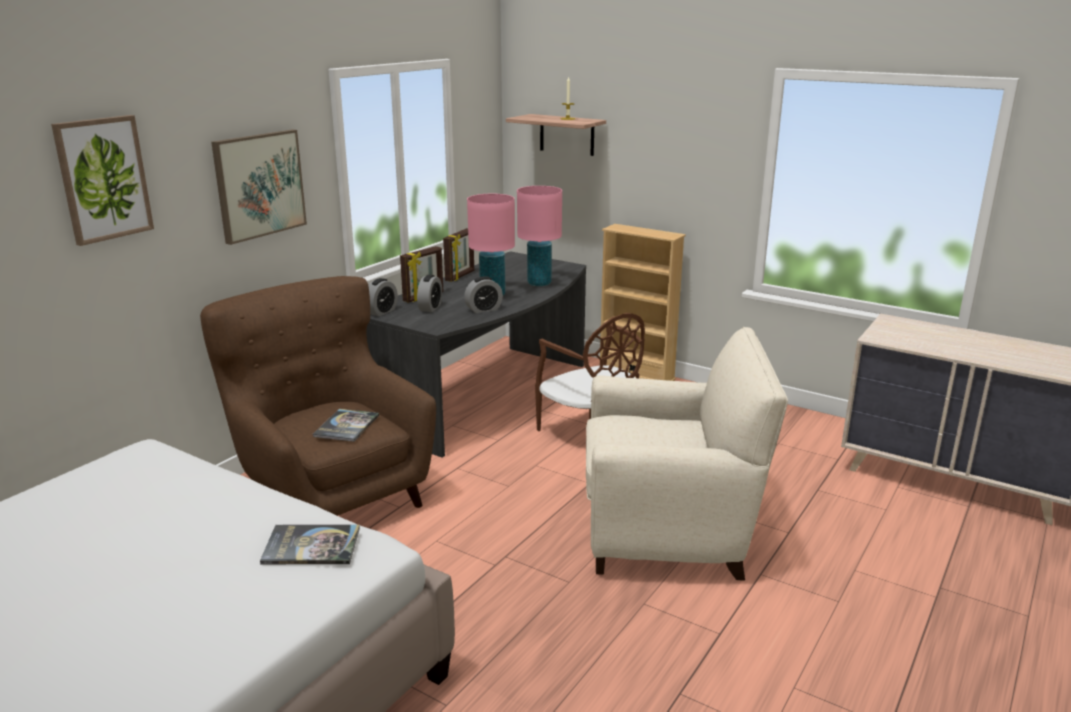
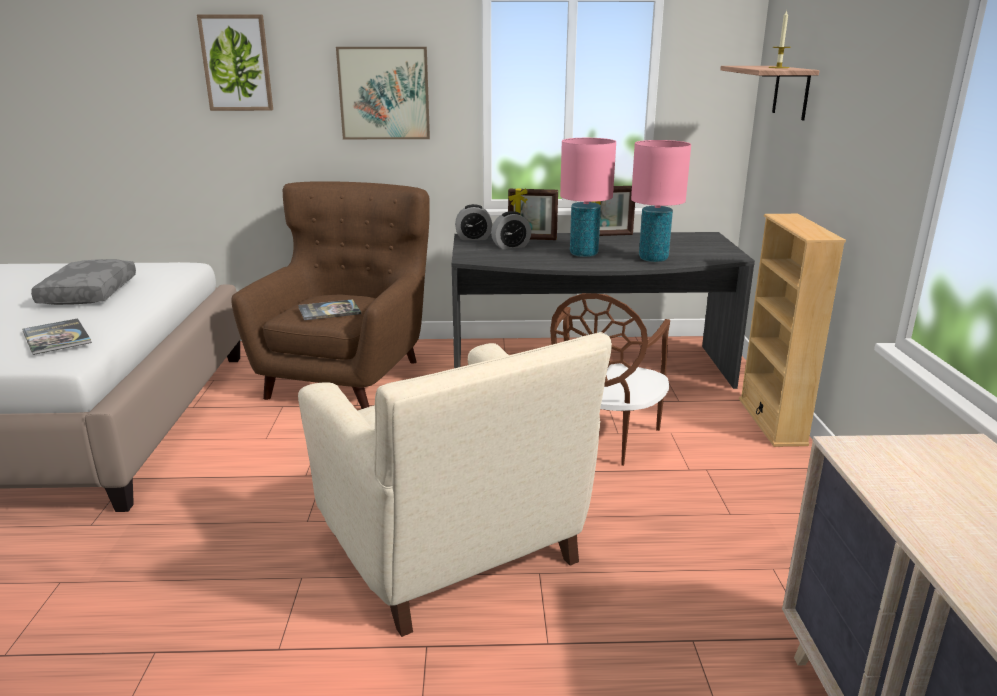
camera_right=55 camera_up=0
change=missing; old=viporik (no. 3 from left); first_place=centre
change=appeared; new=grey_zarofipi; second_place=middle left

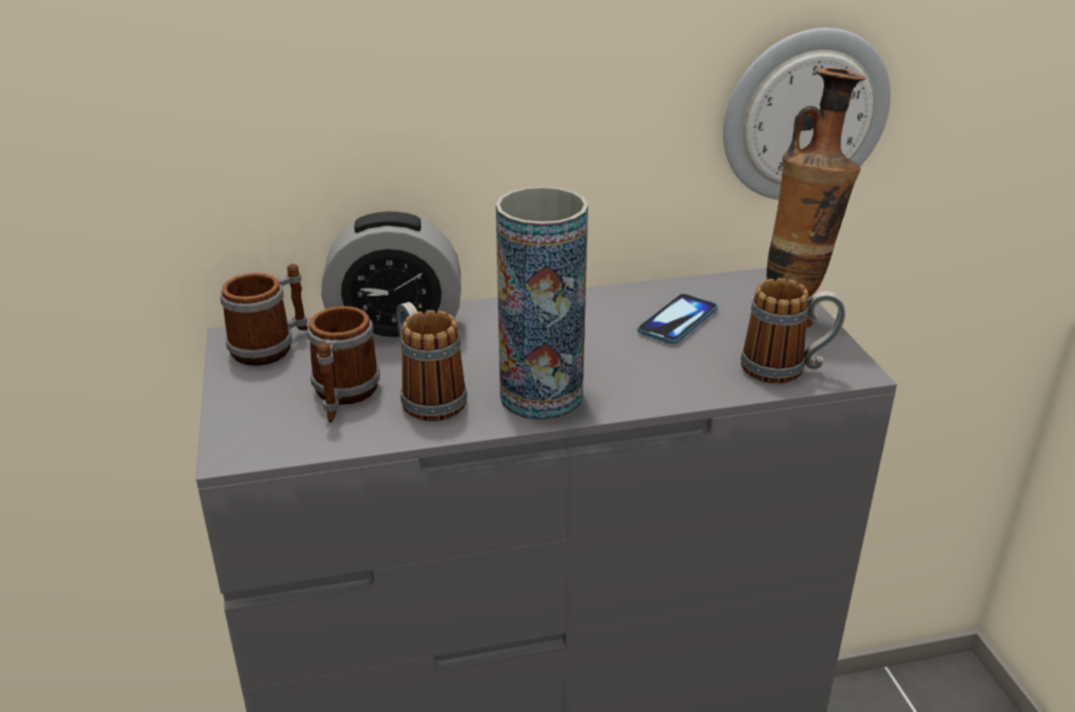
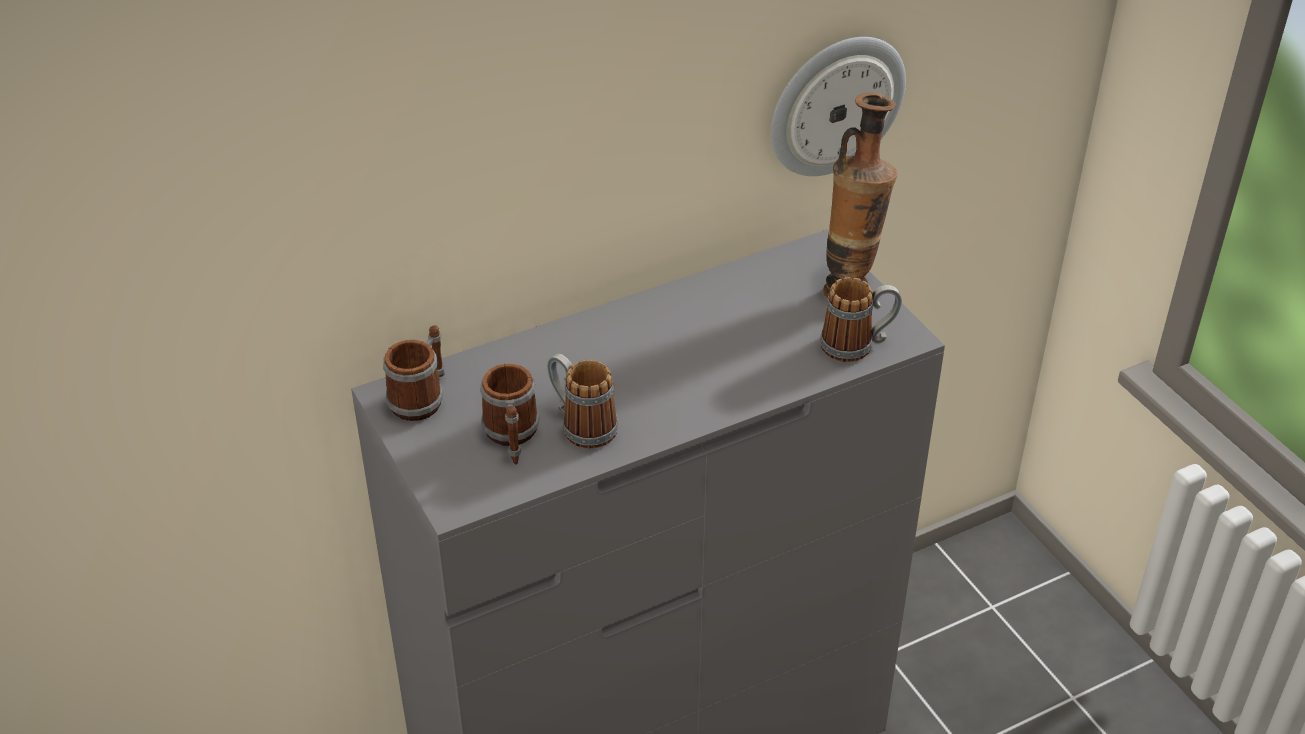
camera_right=-15 camera_up=10
change=missing; old=viporik; first_place=centre
change=missing; old=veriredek (no. 1 from left); first_place=centre
change=missing; old=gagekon; first_place=centre

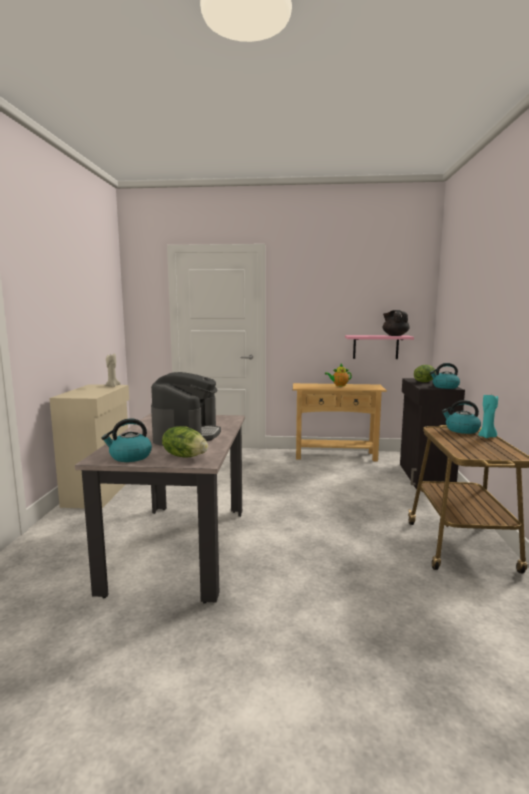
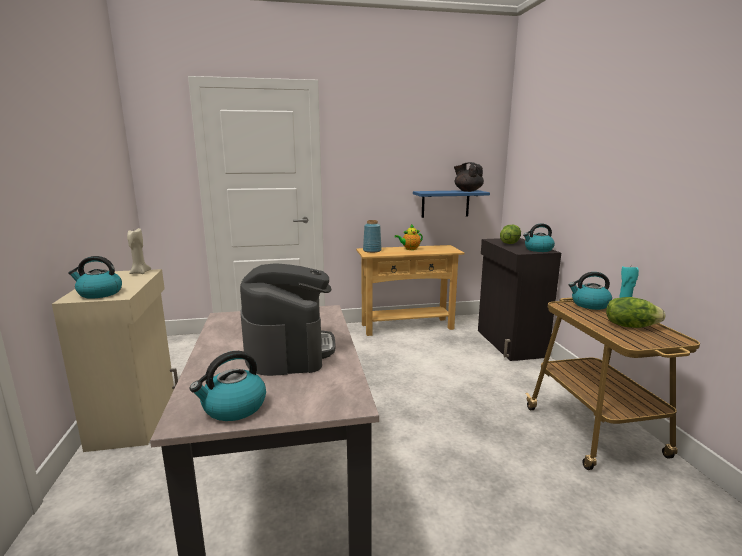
camera_right=-15 camera_up=5
change=relocated; old=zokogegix (no. 1 from left in the first image); new=zokogegix (no. 2 from left); first_place=centre; second_place=middle right
change=colour; old=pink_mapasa; new=blue_mapasa; first_place=middle right; second_place=centre
change=appeared; new=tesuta (no. 1 from left); second_place=middle left
change=appeared; new=blue_veriredek; second_place=centre

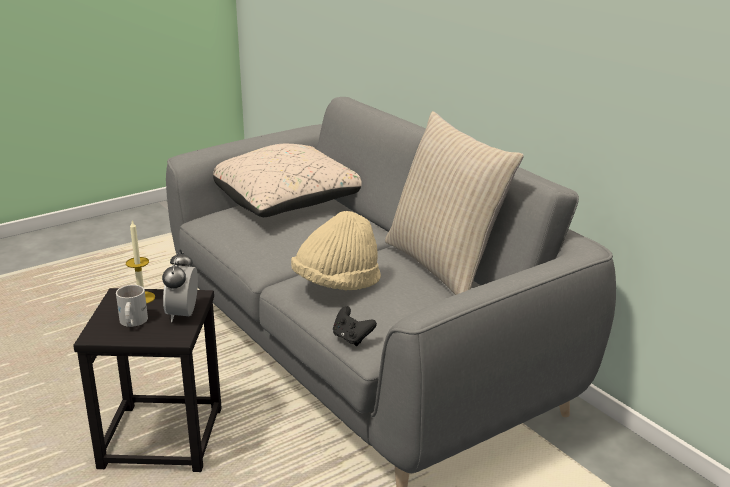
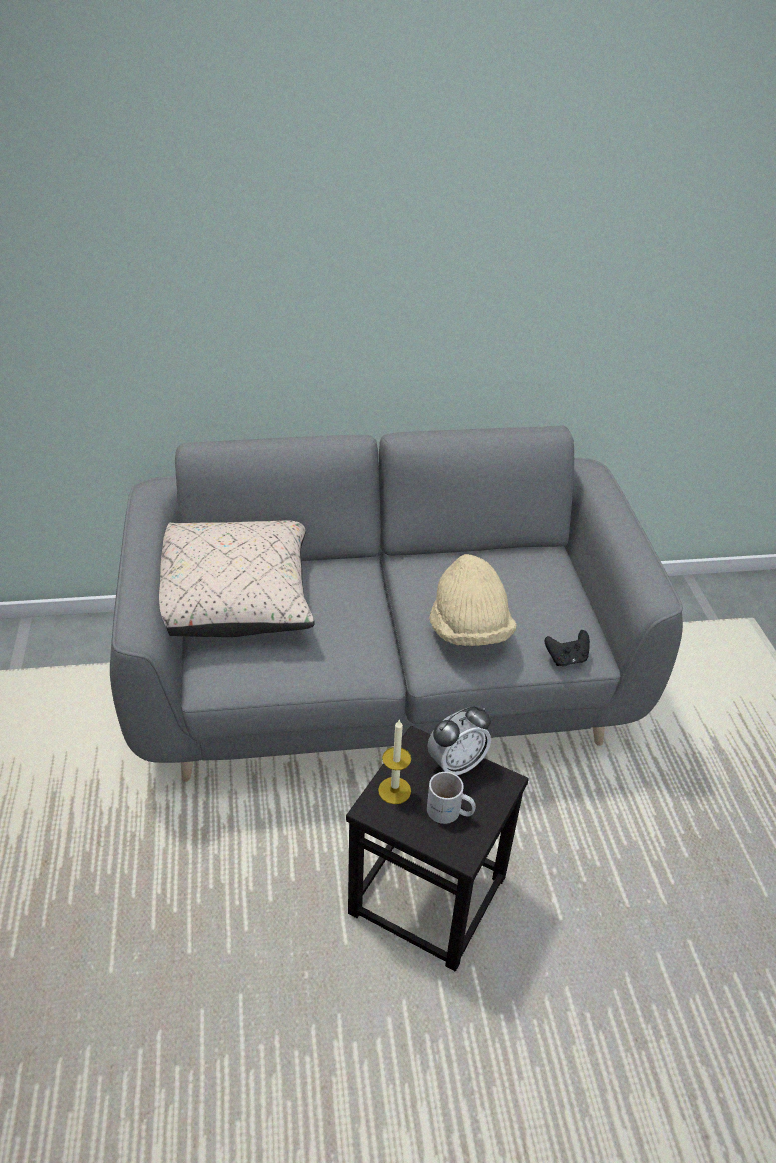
camera_right=-65 camera_up=15
change=spun; old=viporik; first_place=middle left; second_place=centre; degrees=-60
change=missing; old=beige_zarofipi (no. 2 from left); first_place=centre

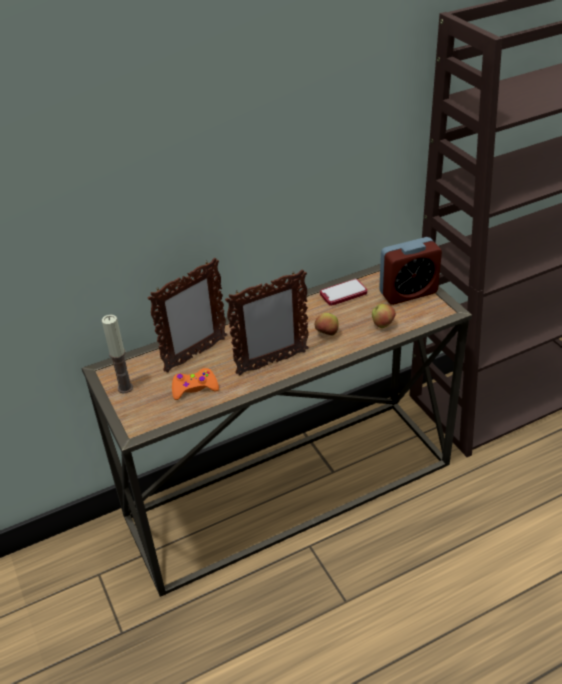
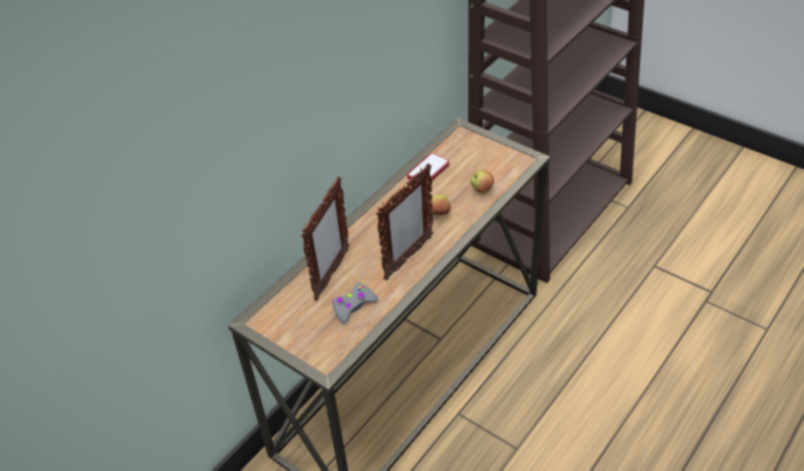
camera_right=-25 camera_up=5
change=missing; old=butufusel; first_place=middle left
change=colour; old=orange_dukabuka; new=grey_dukabuka; first_place=centre; second_place=centre
change=missing; old=viporik; first_place=middle right

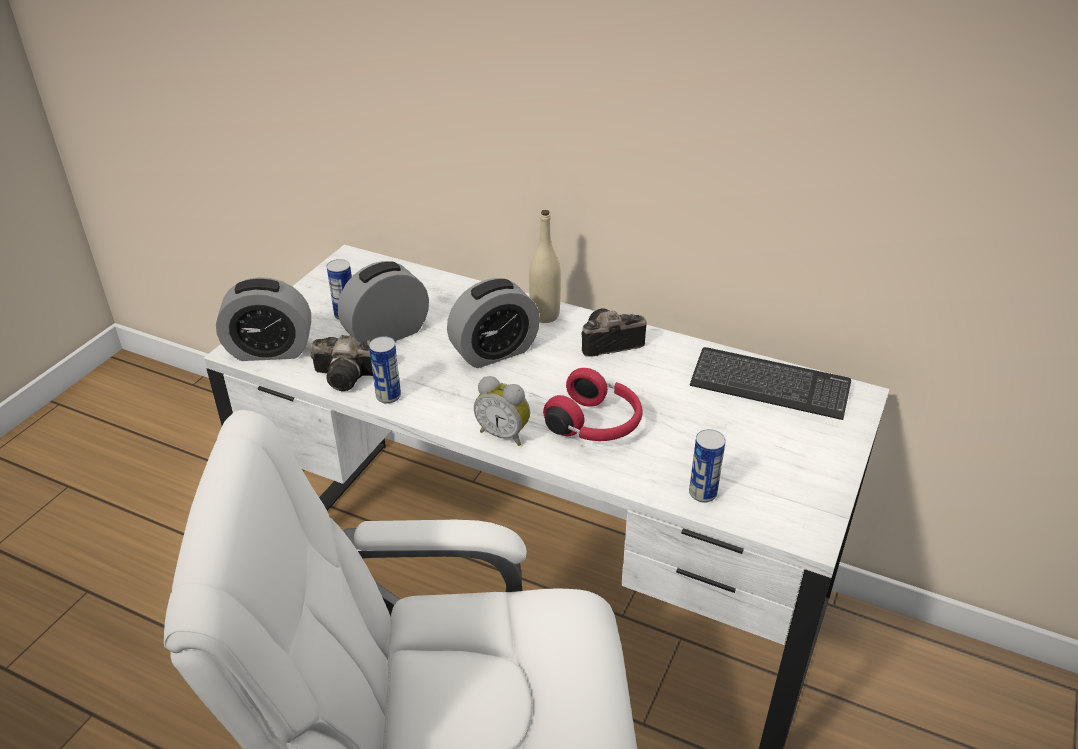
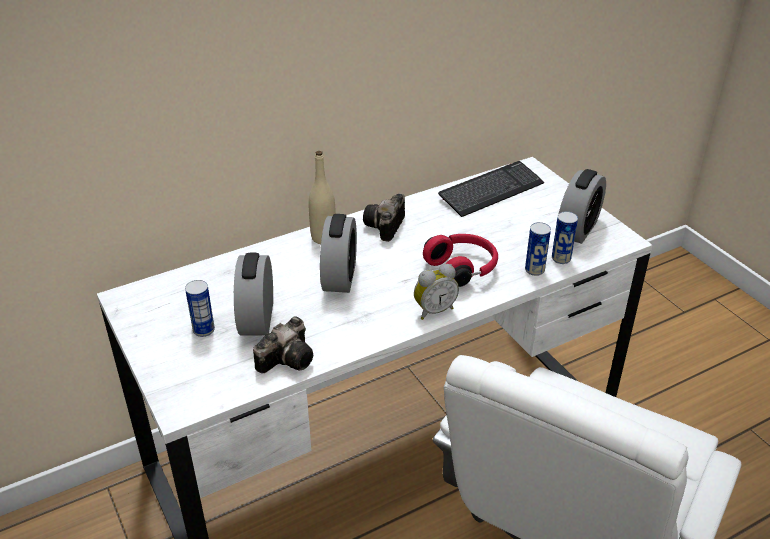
camera_right=-55 camera_up=0
change=relocated; old=viporik (no. 1 from left in the first image); new=viporik (no. 4 from left); first_place=middle left; second_place=middle right
change=relocated; old=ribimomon (no. 2 from left); first_place=centre; second_place=middle right

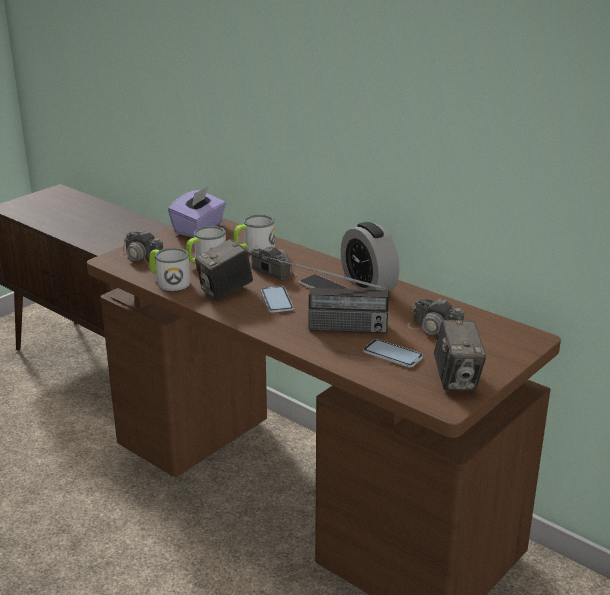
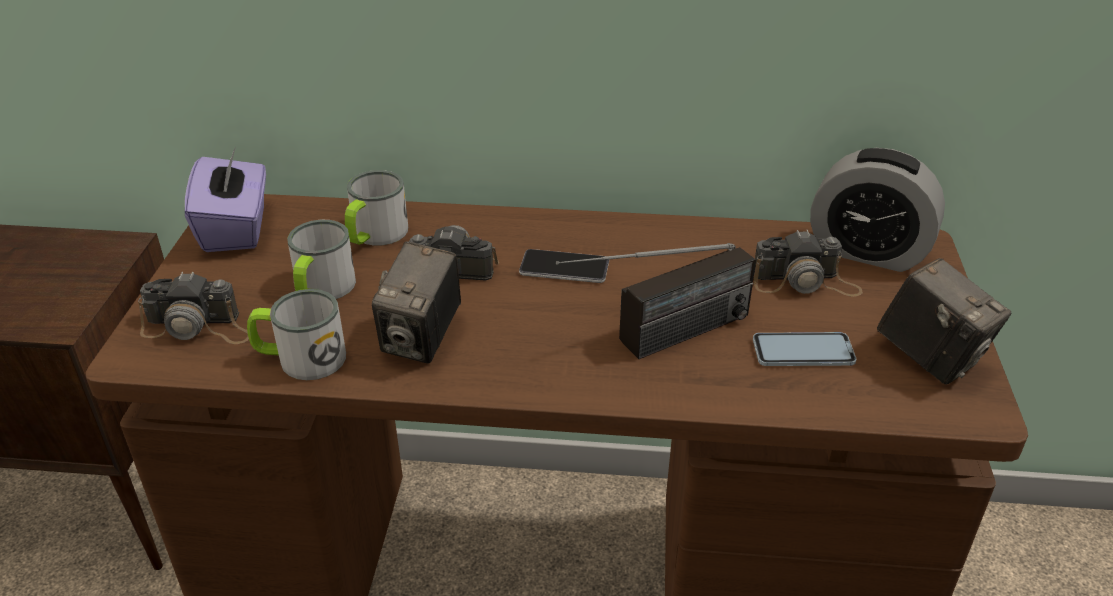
camera_right=-35 camera_up=10
change=missing; old=gagekon (no. 1 from left); first_place=centre
change=relocated; old=viporik; first_place=centre; second_place=middle right

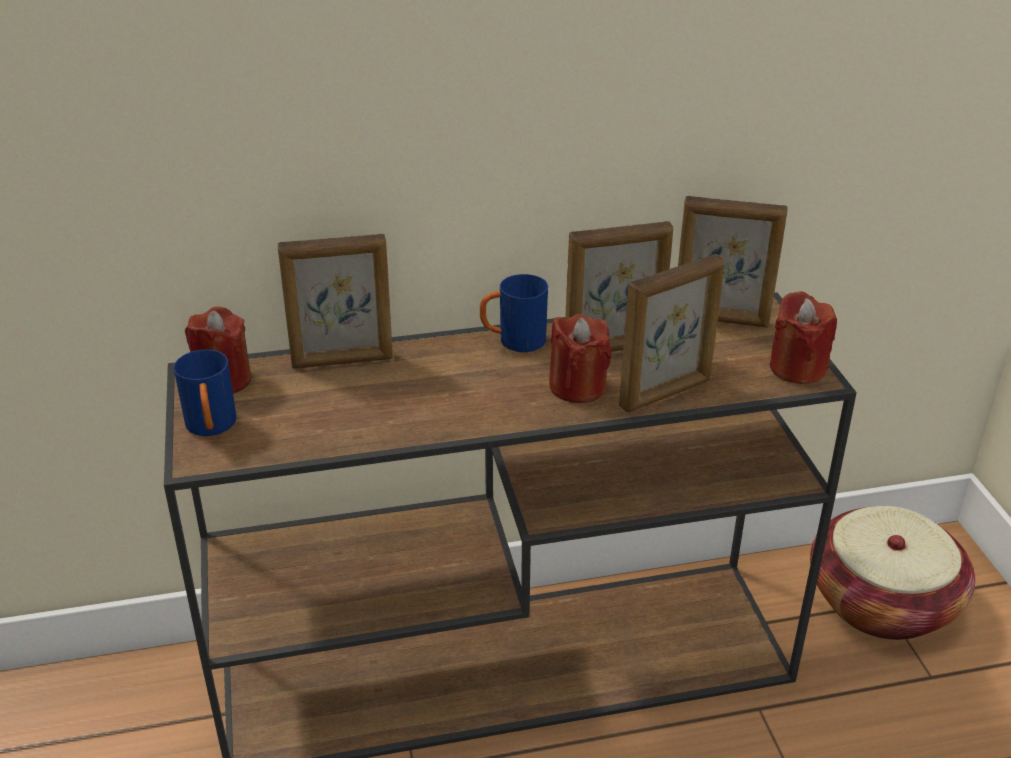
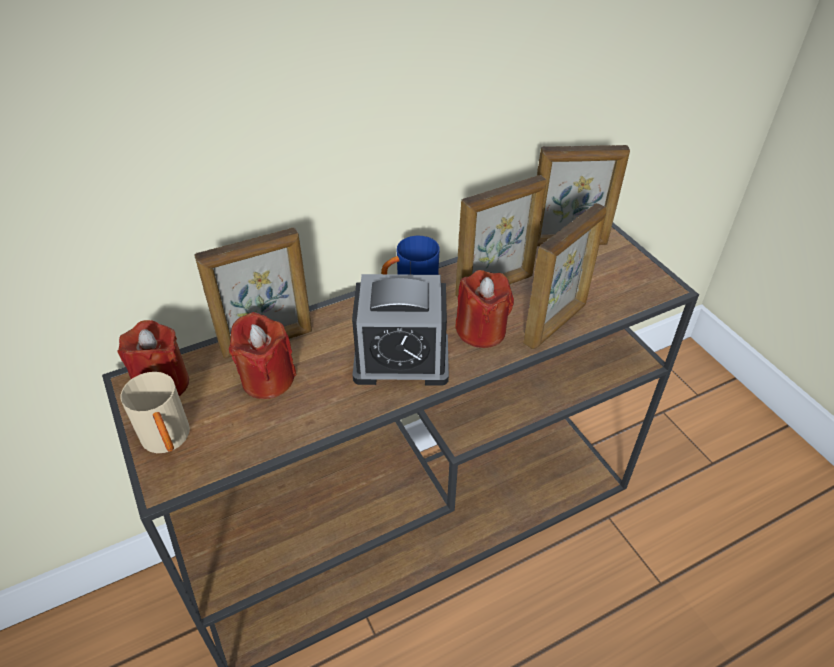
camera_right=-15 camera_up=10
change=colour; old=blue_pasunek (no. 1 from left); new=beige_pasunek; first_place=middle left; second_place=middle left
change=relocated; old=red_butufusel (no. 3 from left in the first image); new=red_butufusel (no. 2 from left); first_place=middle right; second_place=middle left
change=missing; old=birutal; first_place=bottom right
change=appeared; new=viporik; second_place=centre

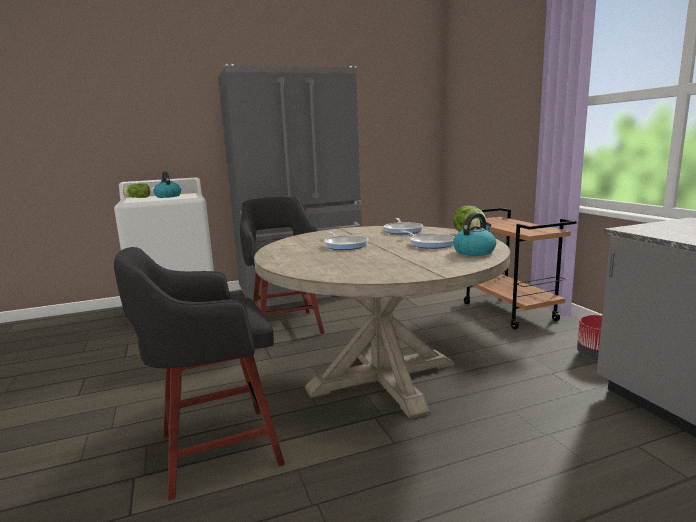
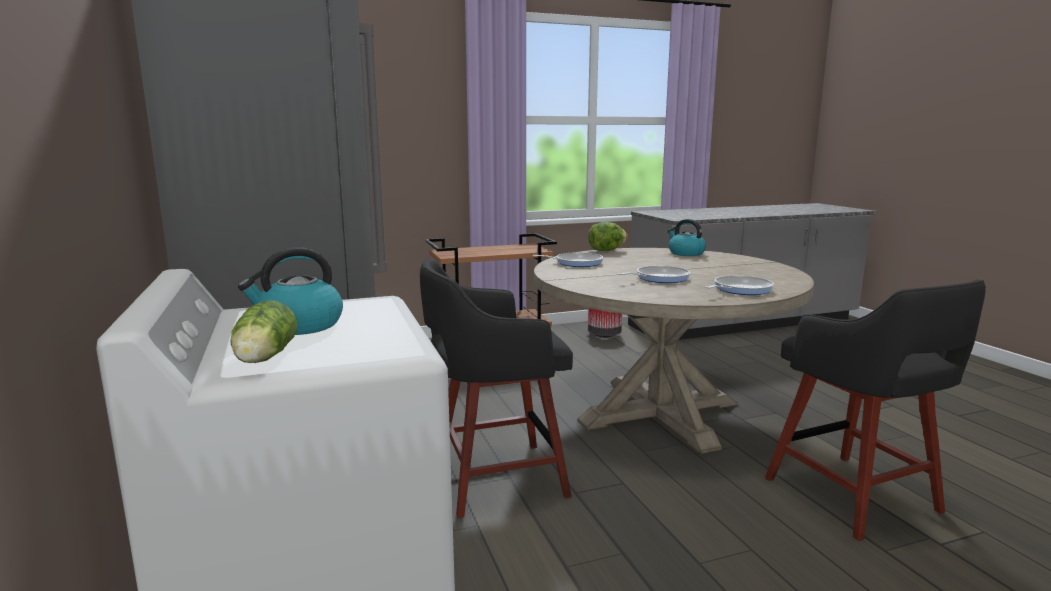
camera_right=-90 camera_up=0
change=relocated; old=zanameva (no. 3 from left); first_place=centre; second_place=middle right

